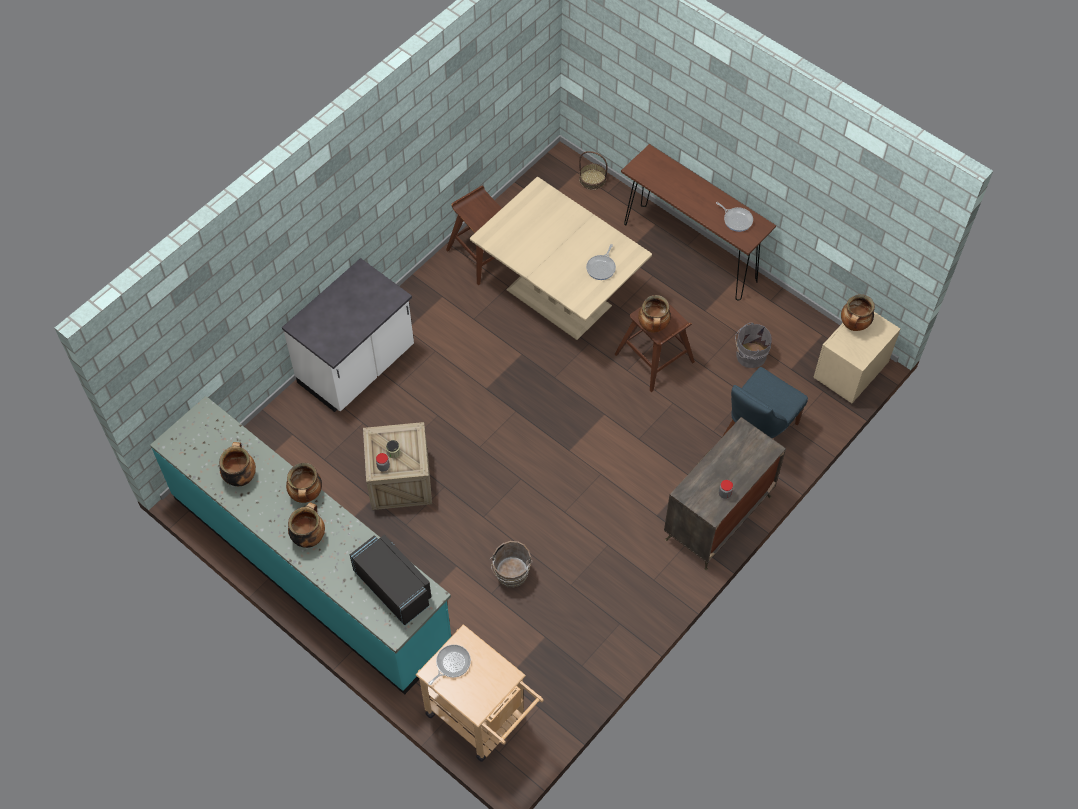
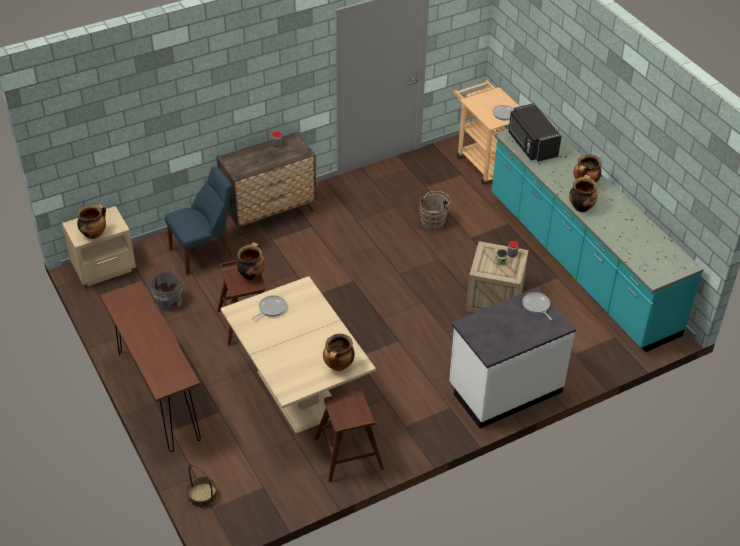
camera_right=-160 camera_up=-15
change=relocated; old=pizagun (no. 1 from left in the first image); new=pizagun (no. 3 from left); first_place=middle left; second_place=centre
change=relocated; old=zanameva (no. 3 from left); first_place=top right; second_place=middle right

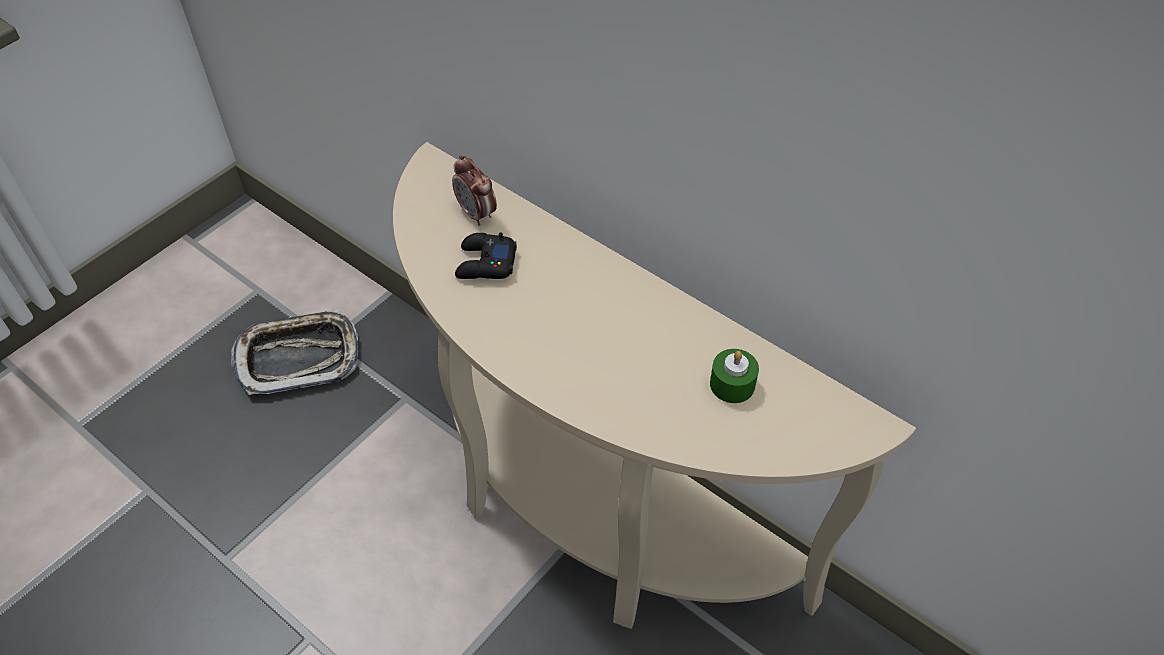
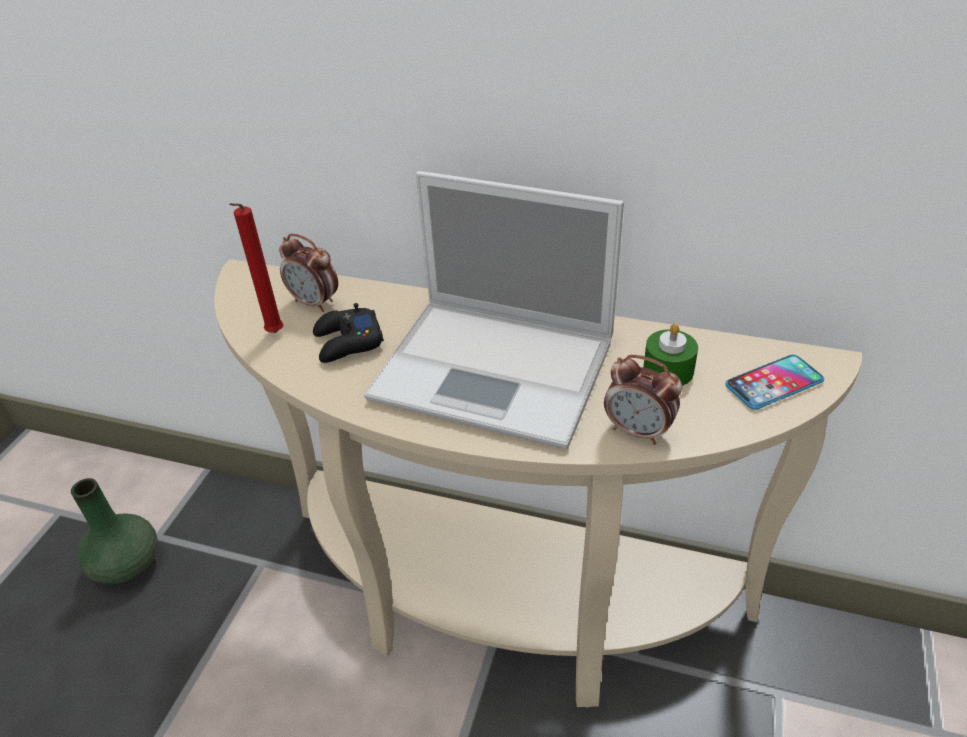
camera_right=-20 camera_up=-10
change=exchanged; old=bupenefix; new=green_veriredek; first_place=middle left; second_place=bottom left
change=appeared; new=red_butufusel; second_place=middle left
change=appeared; new=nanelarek; second_place=centre
change=appeared; new=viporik (no. 2 from left); second_place=centre
change=appeared; new=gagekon; second_place=middle right

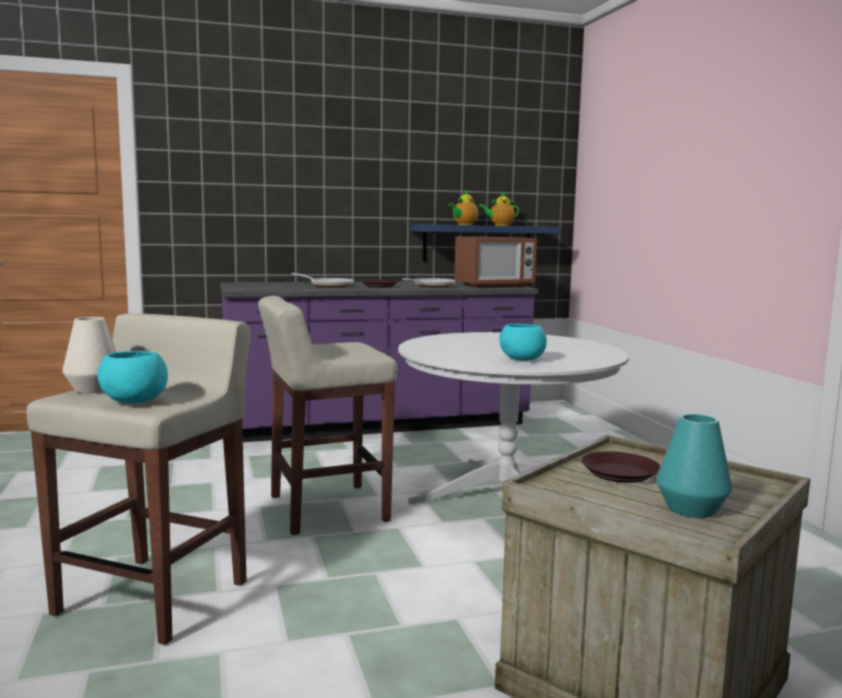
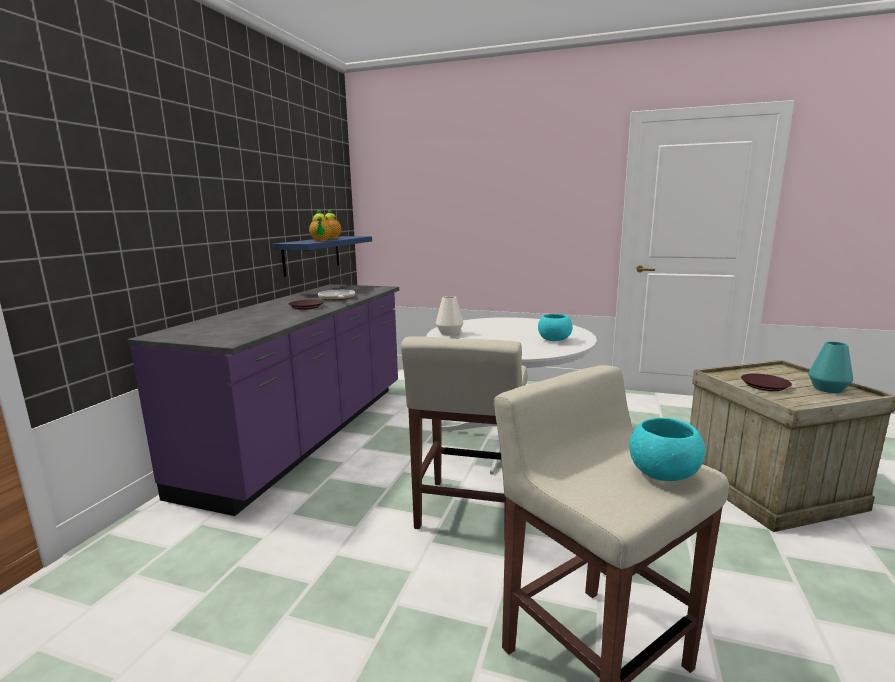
camera_right=-55 camera_up=5
change=relocated; old=white_veriredek; first_place=middle left; second_place=centre
change=missing; old=zanameva (no. 1 from left); first_place=centre
change=missing; old=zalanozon; first_place=centre

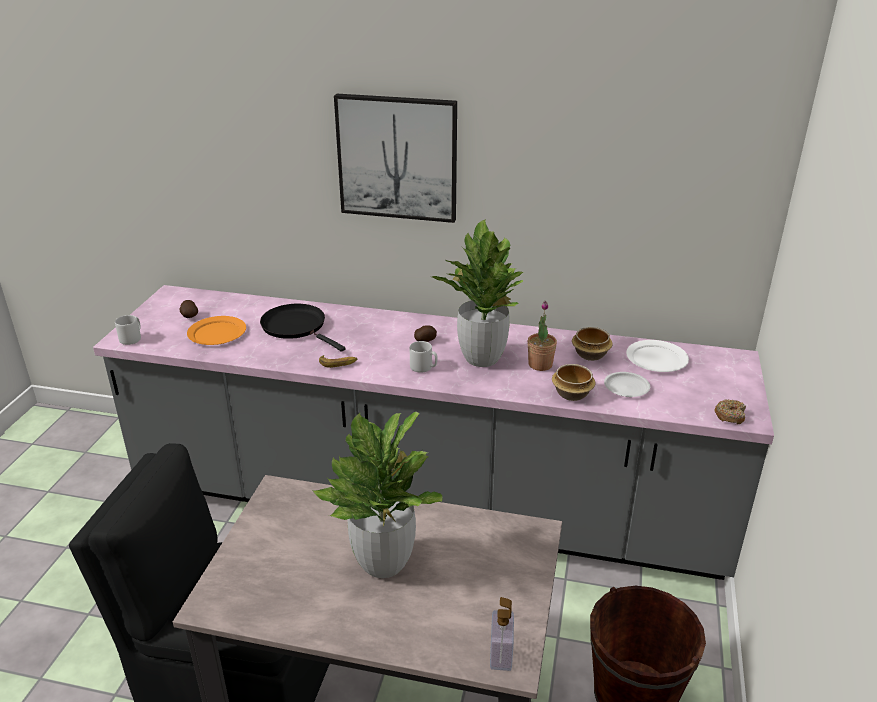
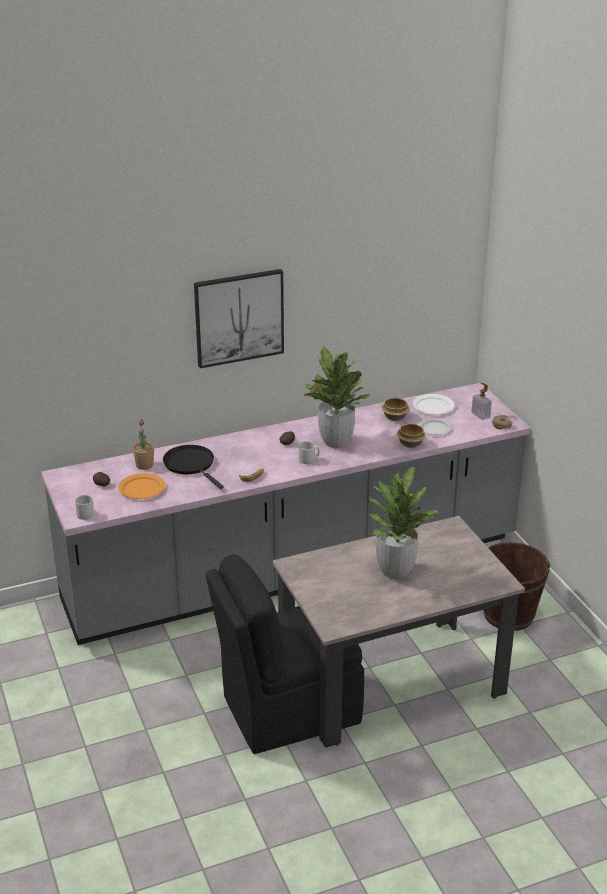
camera_right=-35 camera_up=0
change=spun; old=black_zanameva; first_place=centre; second_place=middle left; degrees=45
change=relocated; old=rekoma; first_place=bottom centre; second_place=middle right
change=relocated; old=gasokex (no. 3 from left in the first image); new=gasokex (no. 1 from left); first_place=centre; second_place=middle left

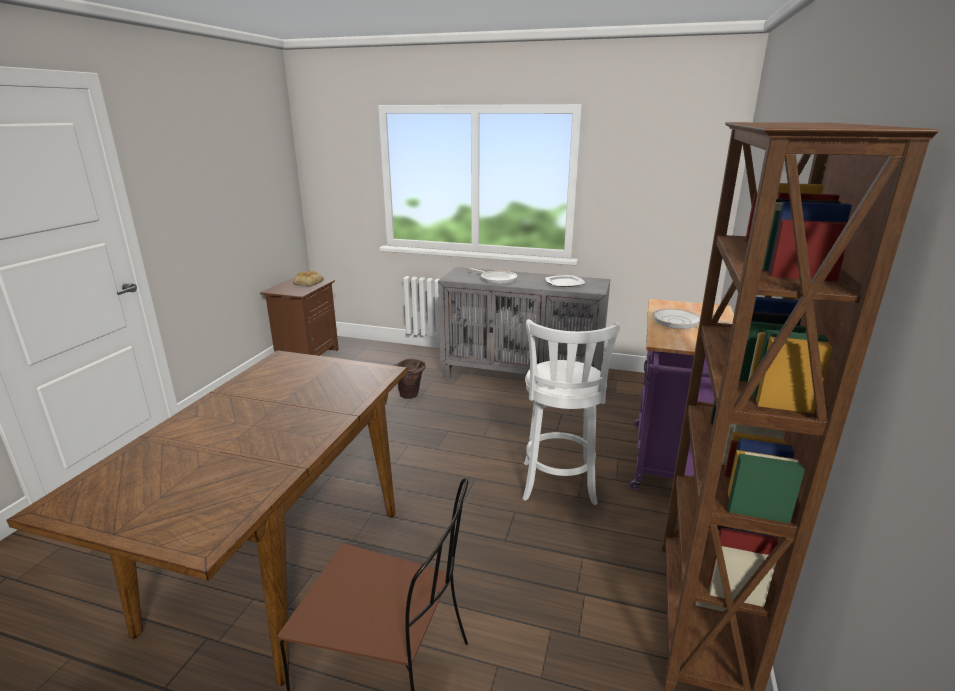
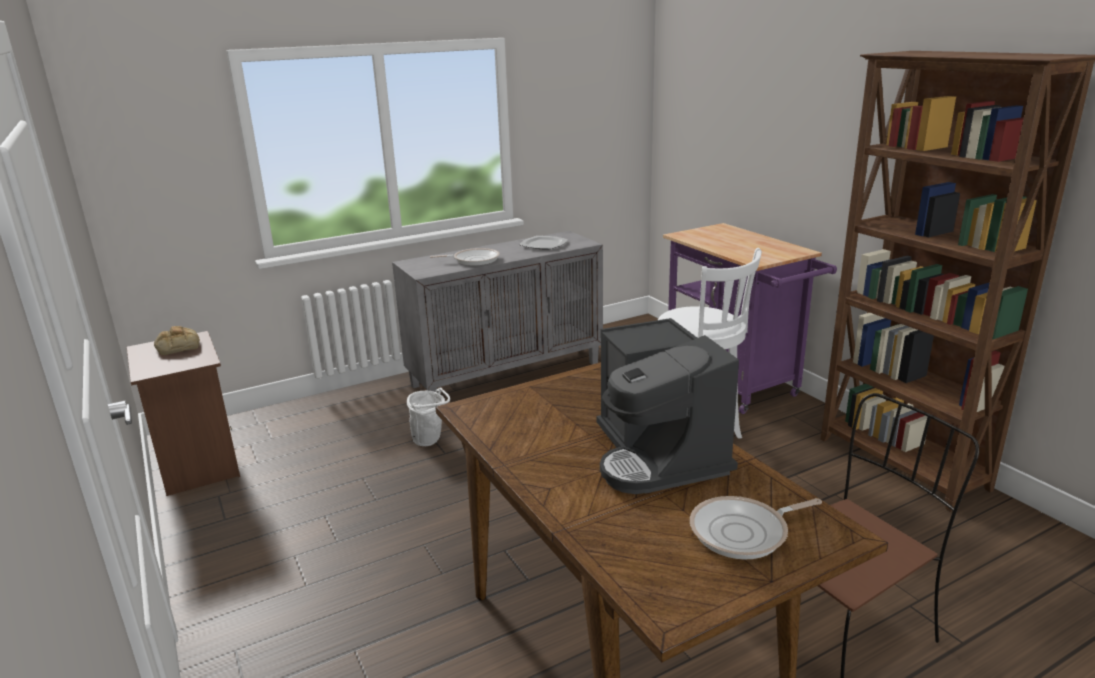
camera_right=-45 camera_up=0
change=colour; old=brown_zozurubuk; new=white_zozurubuk; first_place=centre; second_place=centre
change=relocated; old=zanameva (no. 2 from left); first_place=middle right; second_place=bottom right
change=appeared; new=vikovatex; second_place=centre

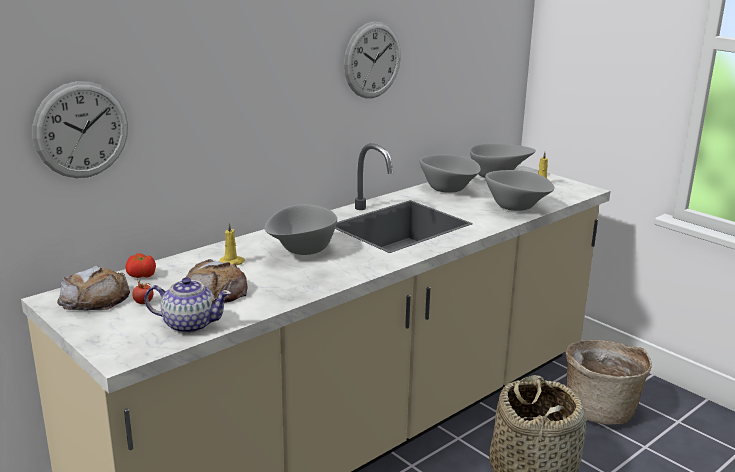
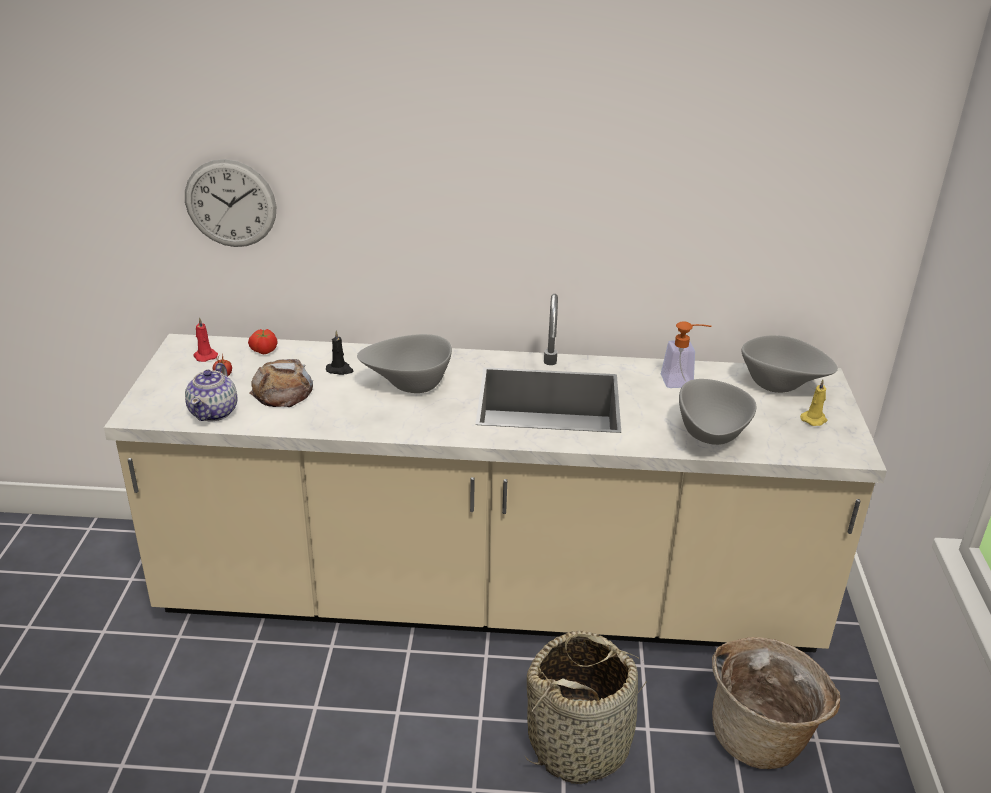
camera_right=45 camera_up=10
change=exchanged; old=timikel (no. 1 from left); new=red_butufusel; first_place=middle left; second_place=middle left
change=spun; old=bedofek; first_place=middle left; second_place=middle left; degrees=45
change=colour; old=yellow_butufusel (no. 1 from left); new=black_butufusel; first_place=middle left; second_place=centre
change=missing; old=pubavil (no. 2 from left); first_place=top centre
change=exchanged; old=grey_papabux (no. 2 from left); new=rekoma; first_place=centre; second_place=middle right

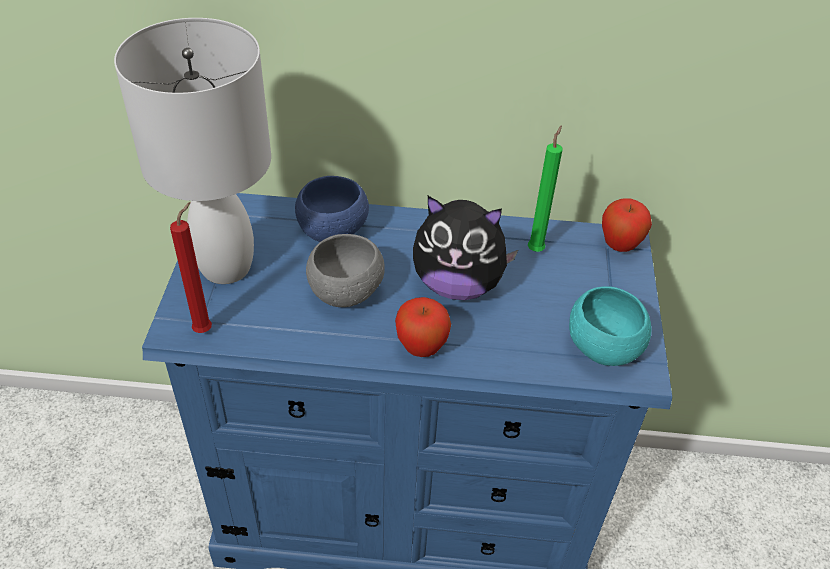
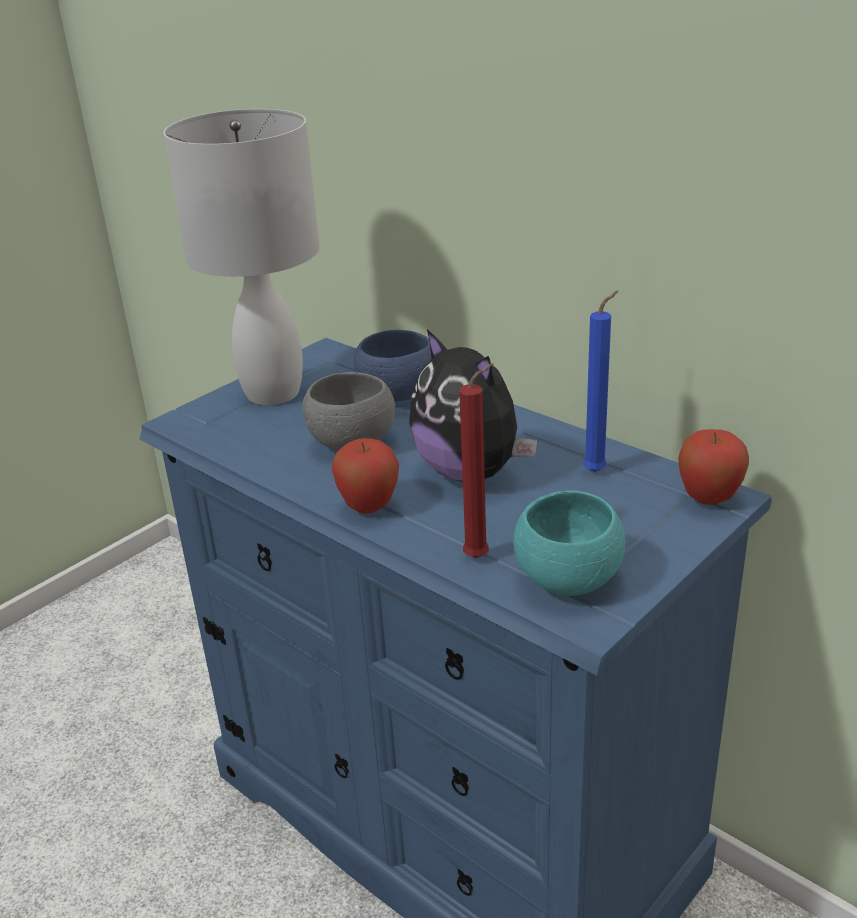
camera_right=40 camera_up=-15
change=relocated; old=red_butufusel; first_place=middle left; second_place=centre
change=colour; old=green_butufusel; new=blue_butufusel; first_place=top centre; second_place=middle right

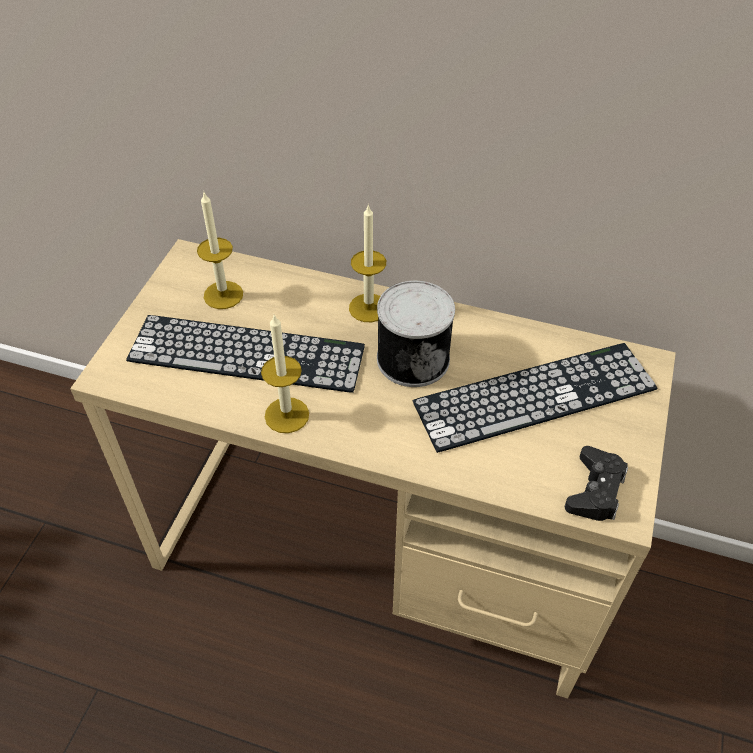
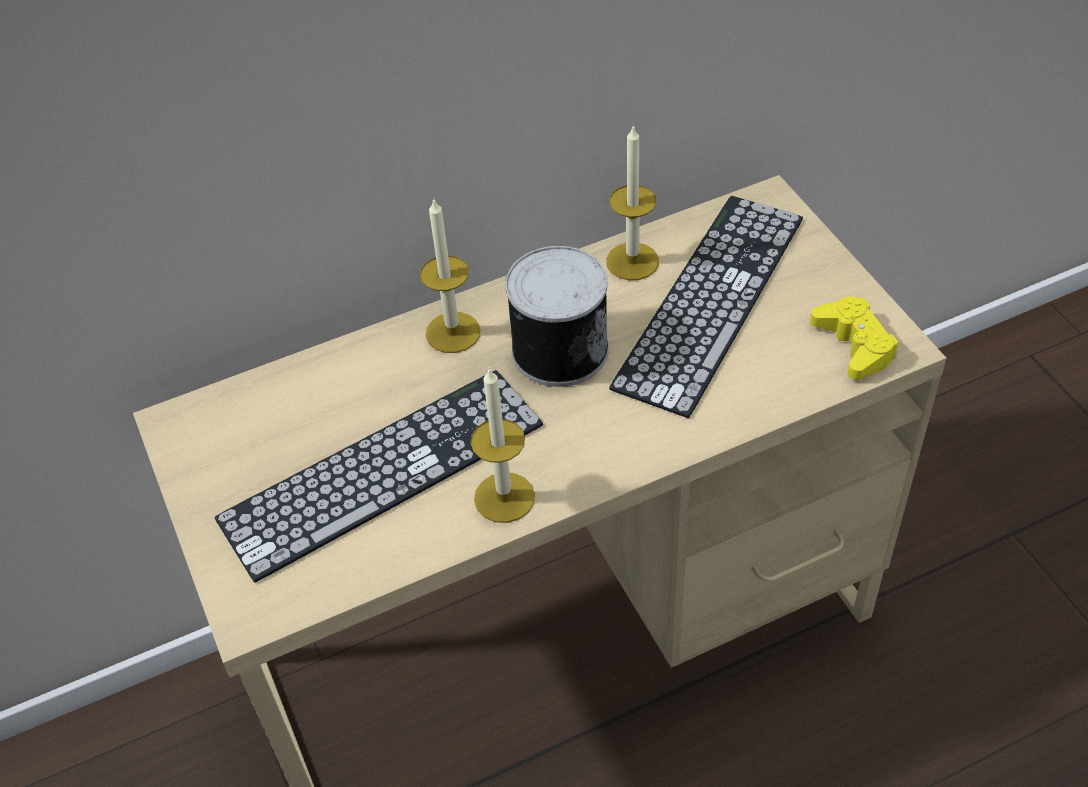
camera_right=-40 camera_up=0
change=relocated; old=butufusel (no. 1 from left in the first image); new=butufusel (no. 3 from left); first_place=middle left; second_place=top centre
change=colour; old=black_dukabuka; new=yellow_dukabuka; first_place=middle right; second_place=middle right

